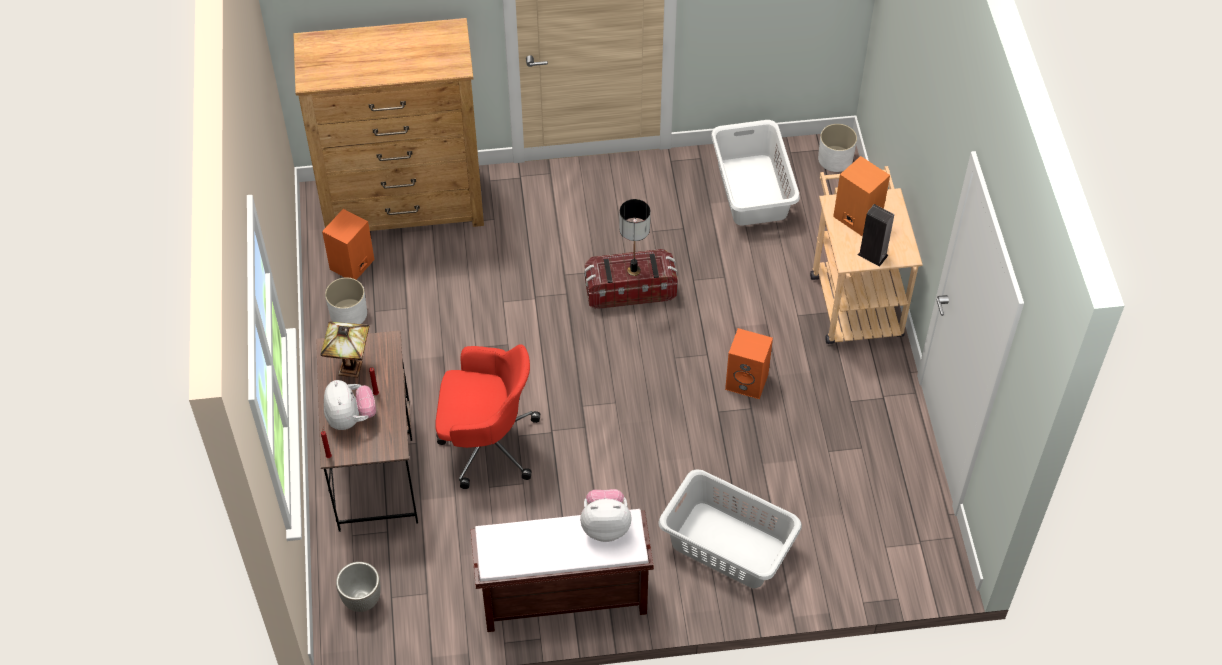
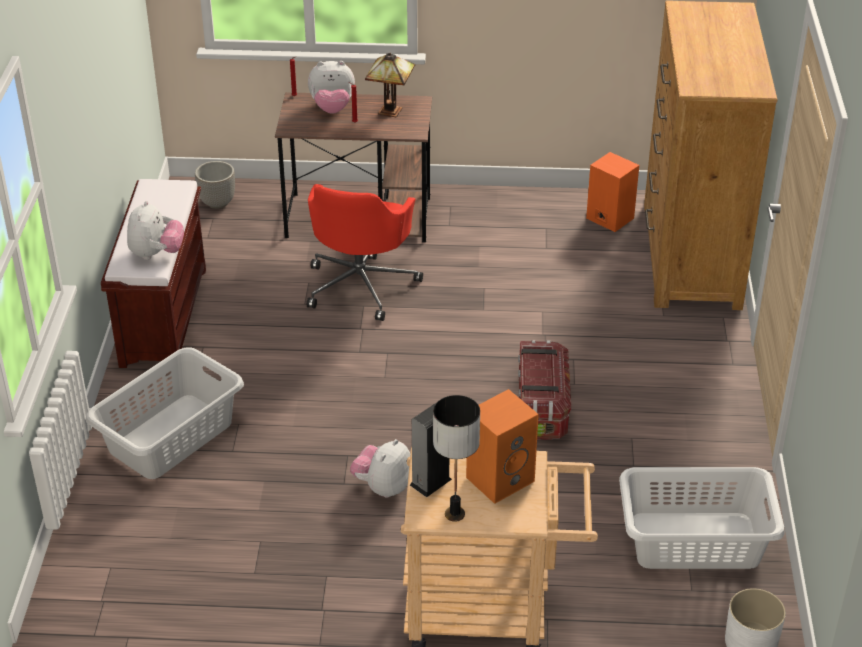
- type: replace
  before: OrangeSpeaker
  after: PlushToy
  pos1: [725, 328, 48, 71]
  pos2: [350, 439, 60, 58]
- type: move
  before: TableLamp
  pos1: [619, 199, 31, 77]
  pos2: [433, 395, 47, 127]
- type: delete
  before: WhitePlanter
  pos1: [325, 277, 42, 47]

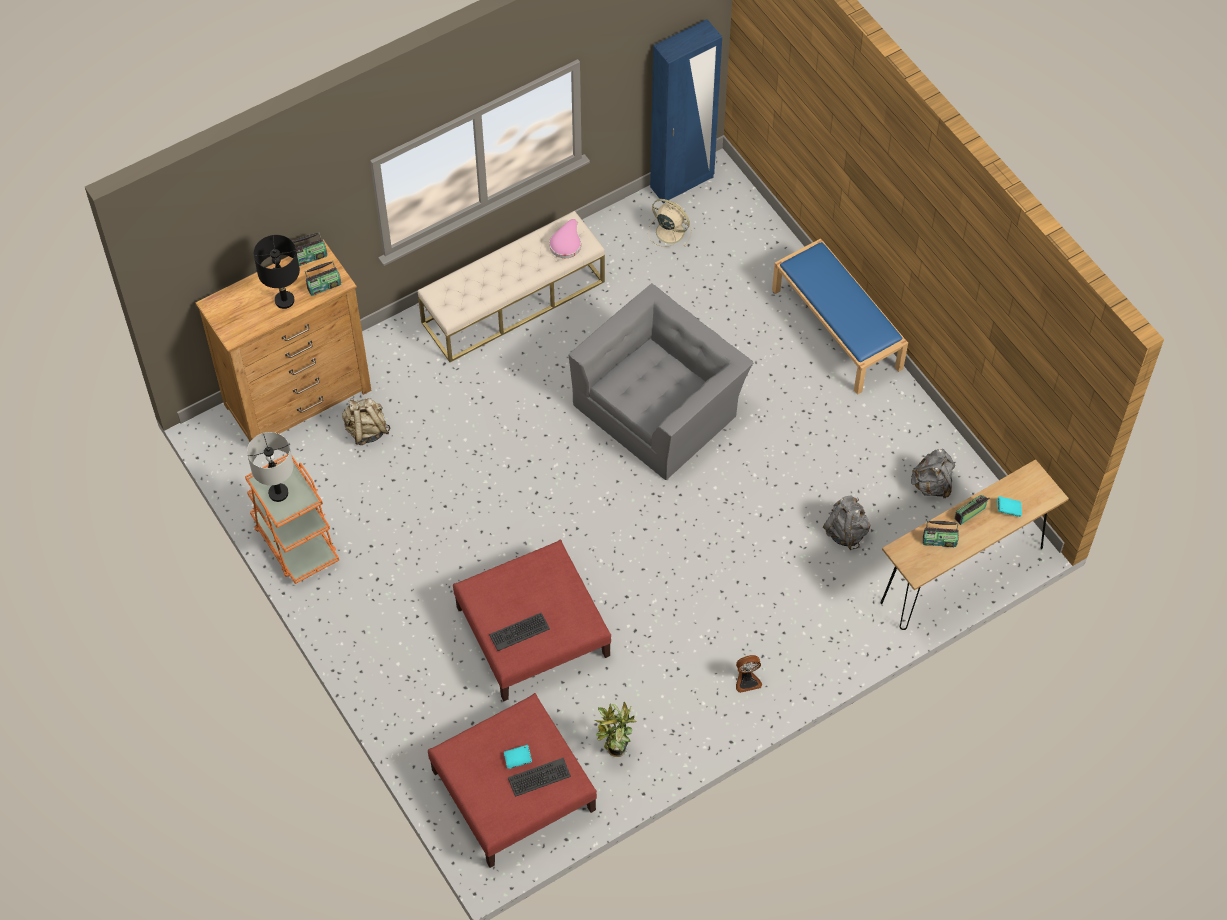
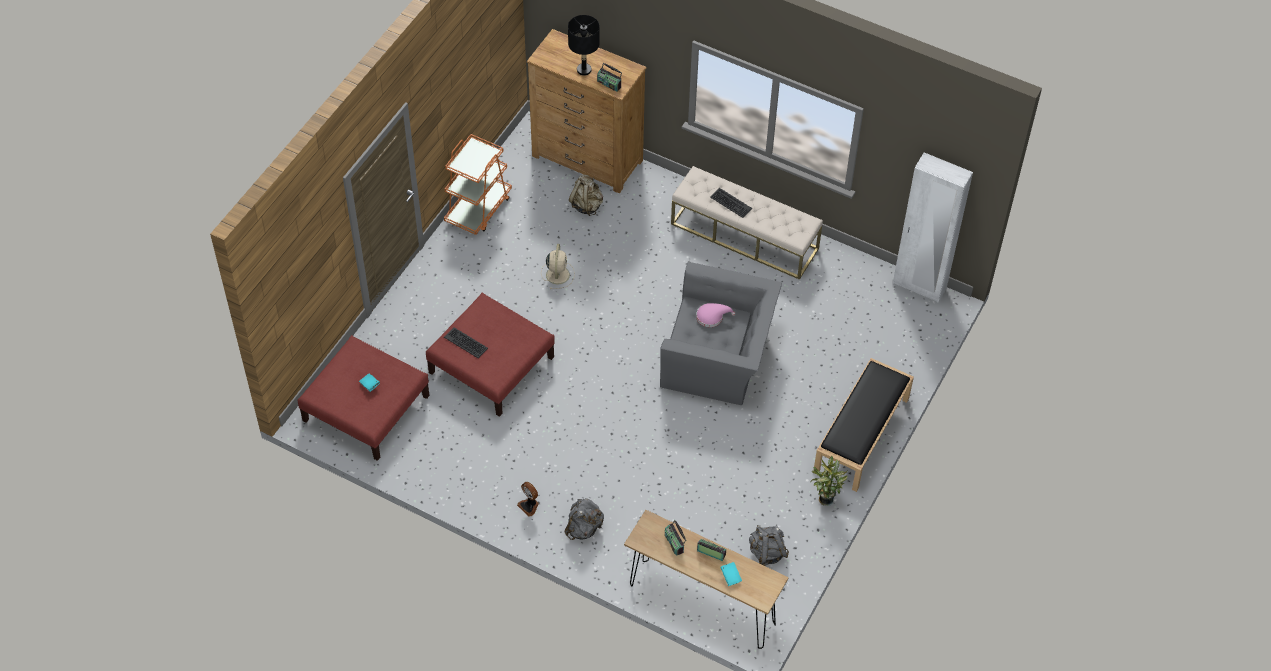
- type: move
  before: BeigeFan
  pos1: [648, 199, 44, 48]
  pos2: [541, 244, 34, 45]
- type: move
  before: GreyBackpack
  pos1: [823, 495, 47, 55]
  pos2: [565, 498, 39, 42]
- type: move
  before: PinkHat
  pos1: [549, 219, 32, 39]
  pos2: [696, 303, 39, 24]
- type: move
  before: Keyboard
  pos1: [508, 758, 63, 39]
  pos2: [710, 188, 42, 30]
- type: move
  before: PottedPlant
  pos1: [594, 702, 43, 55]
  pos2: [811, 456, 37, 50]
- type: recolor
  before: BlueBench
  after: BlackBench
  pos1: [772, 238, 136, 157]
  pos2: [813, 358, 101, 134]
- type: recolor
  before: BlueWardrobe
  after: WhiteWardrobe
  pos1: [650, 19, 72, 184]
  pos2: [893, 153, 80, 150]
- type: delete
  before: GreyTableLamp
  pos1: [247, 432, 47, 70]
- type: delete
  before: Radio
  pos1: [293, 232, 34, 34]

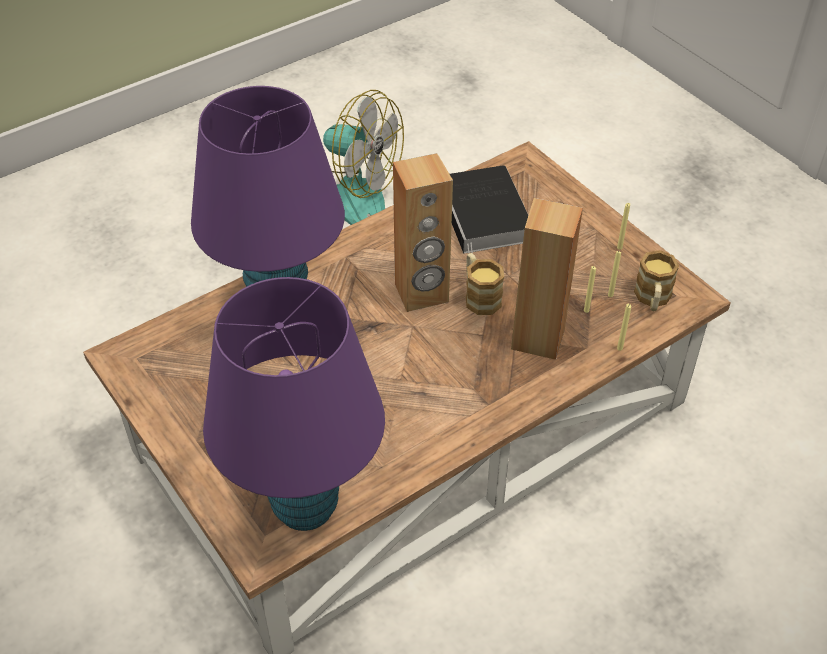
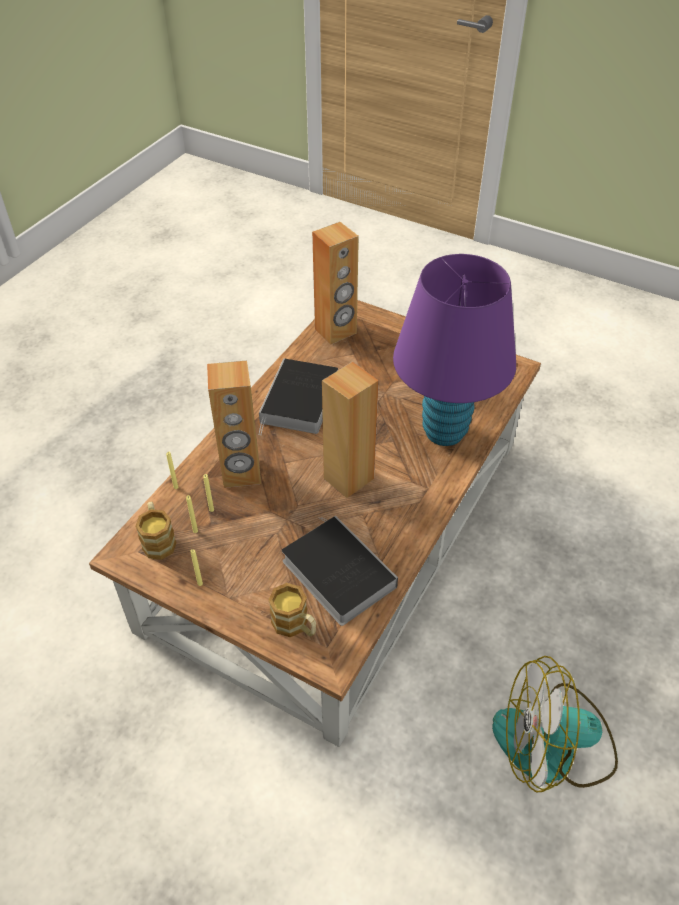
- type: insert
  after: Book
  pos2: [259, 359, 79, 77]
- type: move
  before: Mug
  pos1: [466, 253, 38, 62]
  pos2: [268, 583, 48, 54]
- type: replace
  before: PurpleTableLamp
  after: BrownSpeaker
  pos1: [203, 277, 182, 254]
  pos2: [312, 222, 47, 123]

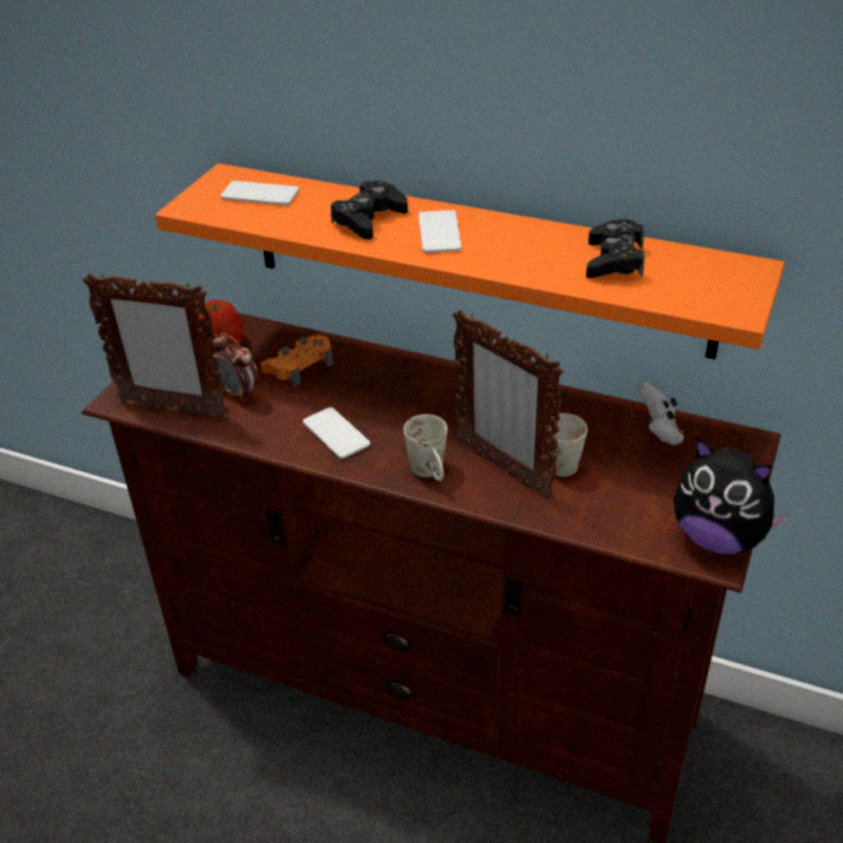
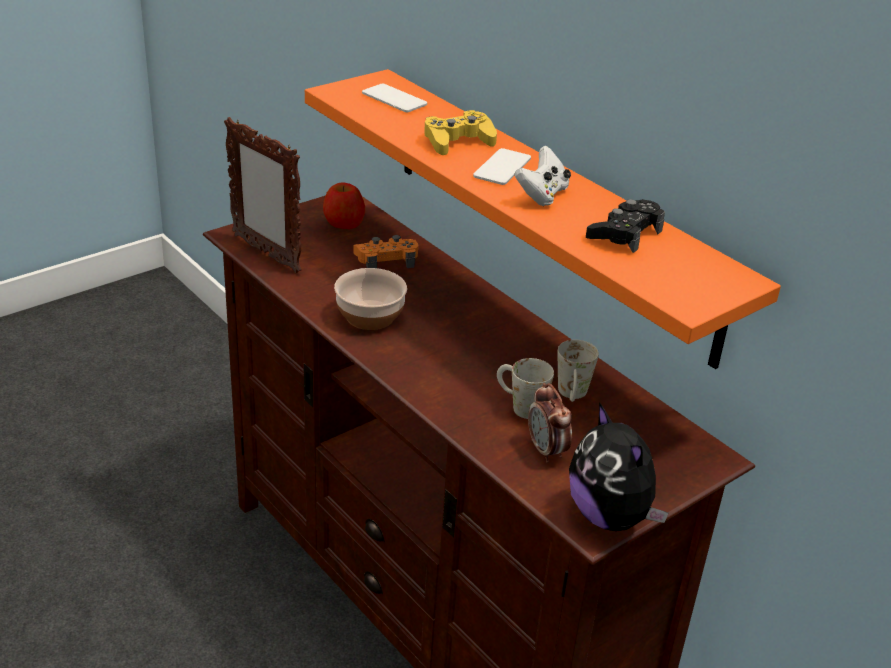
- type: replace
  before: Phone
  after: Bowl
  pos1: [303, 407, 67, 52]
  pos2: [334, 268, 73, 62]
- type: recolor
  before: BlackGameController
  after: YellowGameController
  pos1: [331, 181, 77, 59]
  pos2: [424, 110, 73, 45]
- type: move
  before: WhiteGameController
  pos1: [637, 382, 47, 63]
  pos2: [515, 146, 56, 60]
- type: move
  before: AlarmClock
  pos1: [210, 333, 49, 69]
  pos2: [528, 383, 44, 80]
- type: move
  before: WhiteMug
  pos1: [403, 414, 45, 67]
  pos2: [557, 340, 42, 62]
- type: delete
  before: PictureFrame
  pos1: [453, 310, 111, 189]

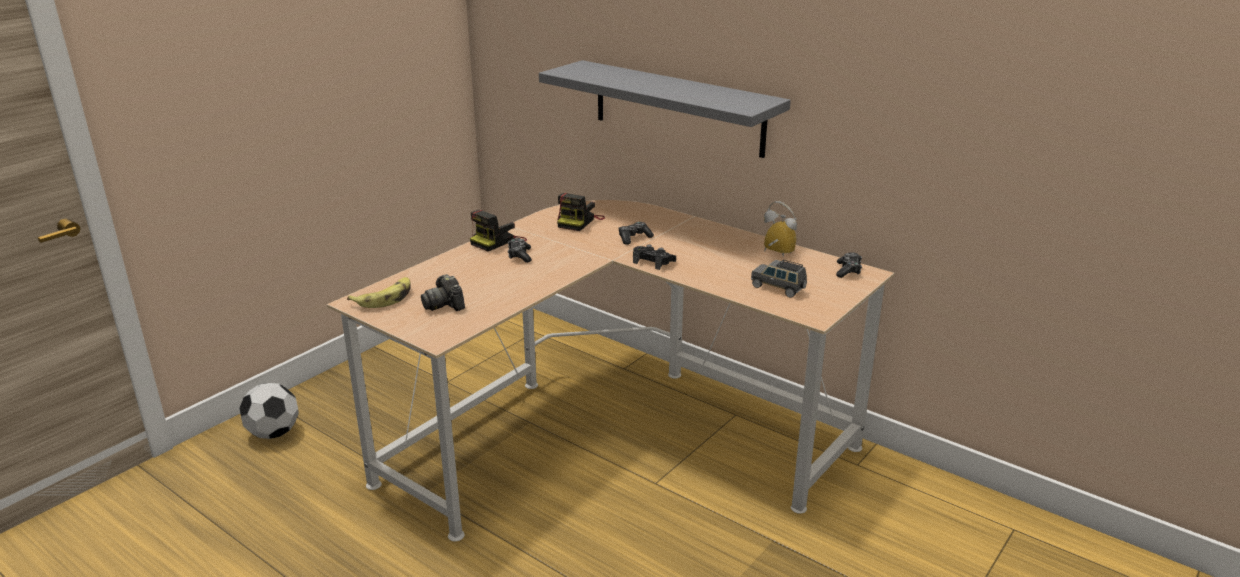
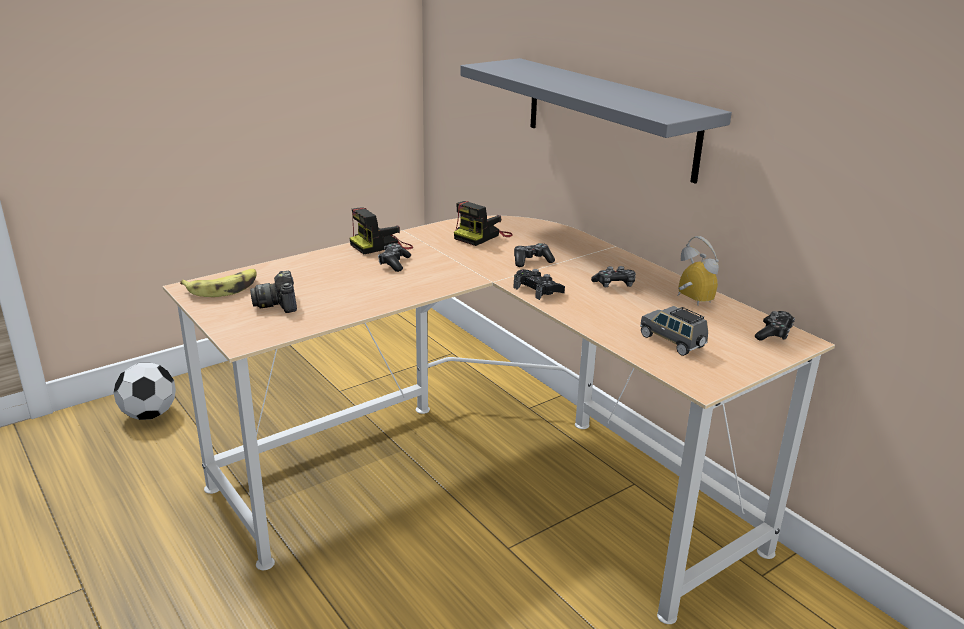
- type: insert
  after: GameController
  pos2: [591, 266, 45, 21]

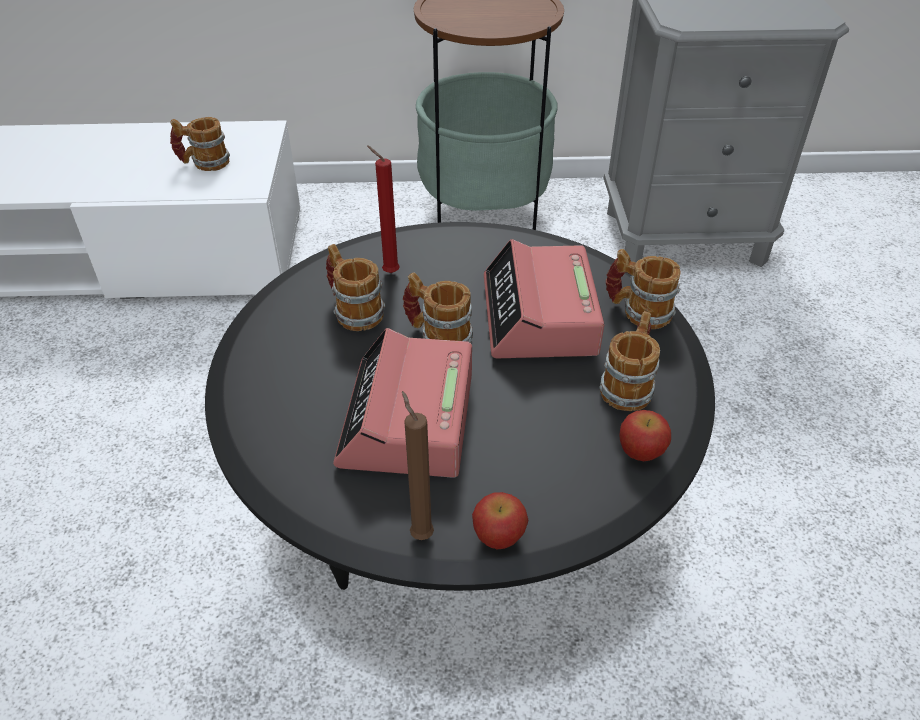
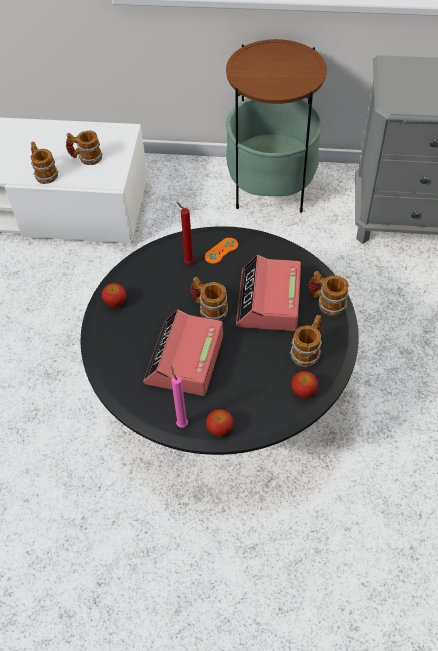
- type: move
  before: Mug
  pos1: [326, 244, 59, 87]
  pos2: [31, 141, 27, 43]
- type: insert
  after: Apple
  pos2: [102, 283, 24, 25]
- type: recolor
  before: BrownCandle
  after: PinkCandle
  pos1: [402, 391, 32, 149]
  pos2: [171, 366, 17, 62]
- type: insert
  after: OrangeGameController
  pos2: [205, 238, 33, 26]

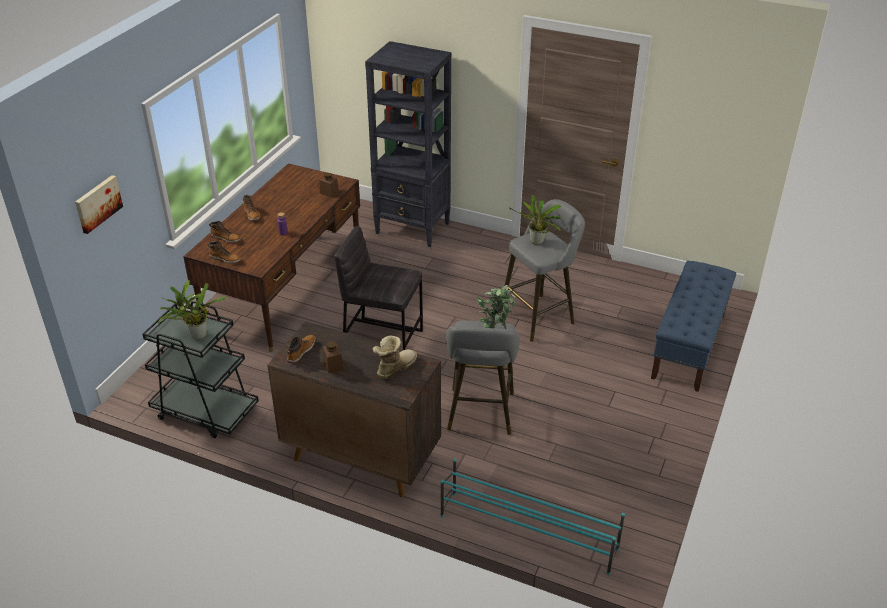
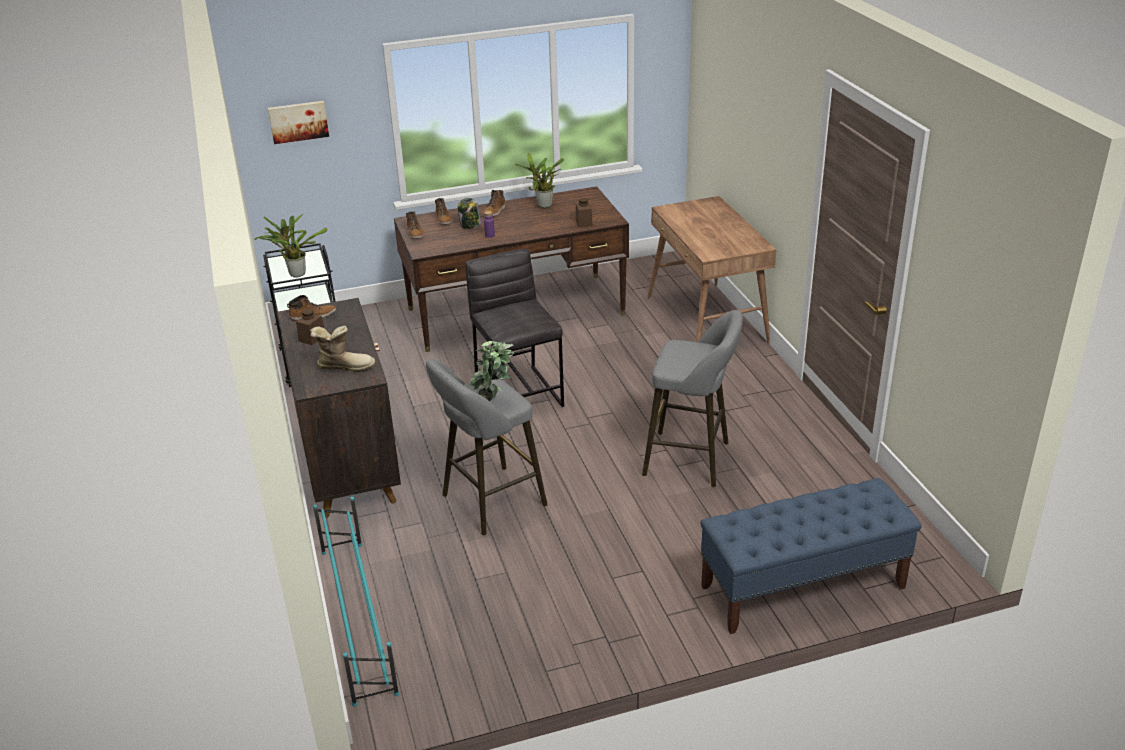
- type: insert
  after: Jar
  pos2: [458, 198, 23, 31]
- type: move
  before: PottedPlant
  pos1: [510, 195, 52, 50]
  pos2: [515, 153, 49, 55]
- type: replace
  before: BlackBookcase
  after: BrownDesk
  pos1: [365, 41, 86, 206]
  pos2: [648, 196, 128, 148]

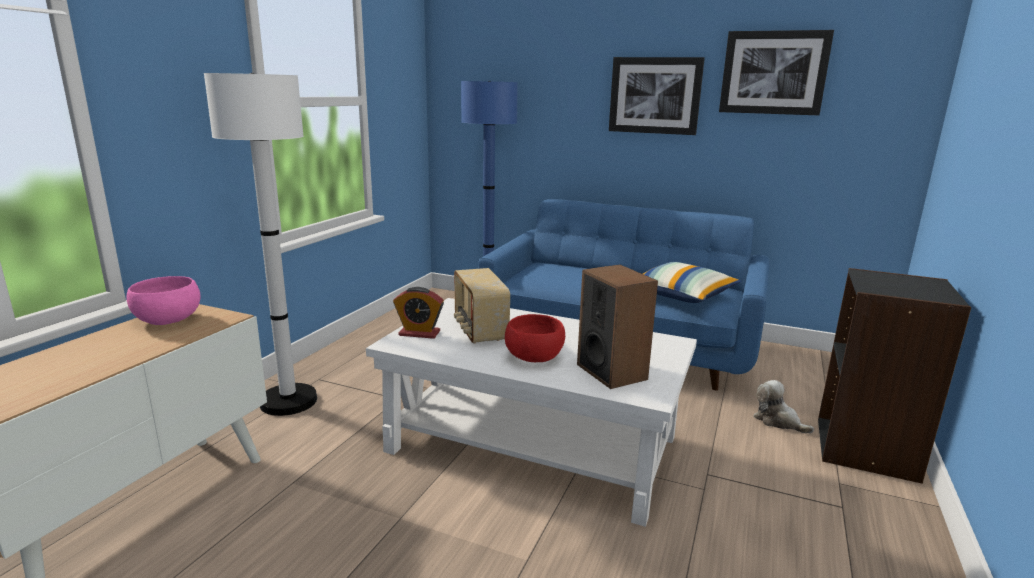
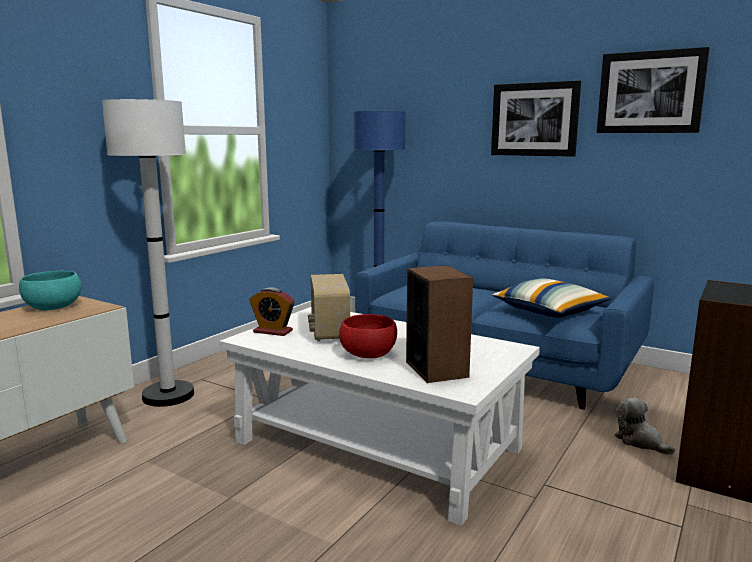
- type: recolor
  before: PinkBowl
  after: TurquoiseBowl
  pos1: [126, 276, 74, 49]
  pos2: [19, 271, 62, 39]

